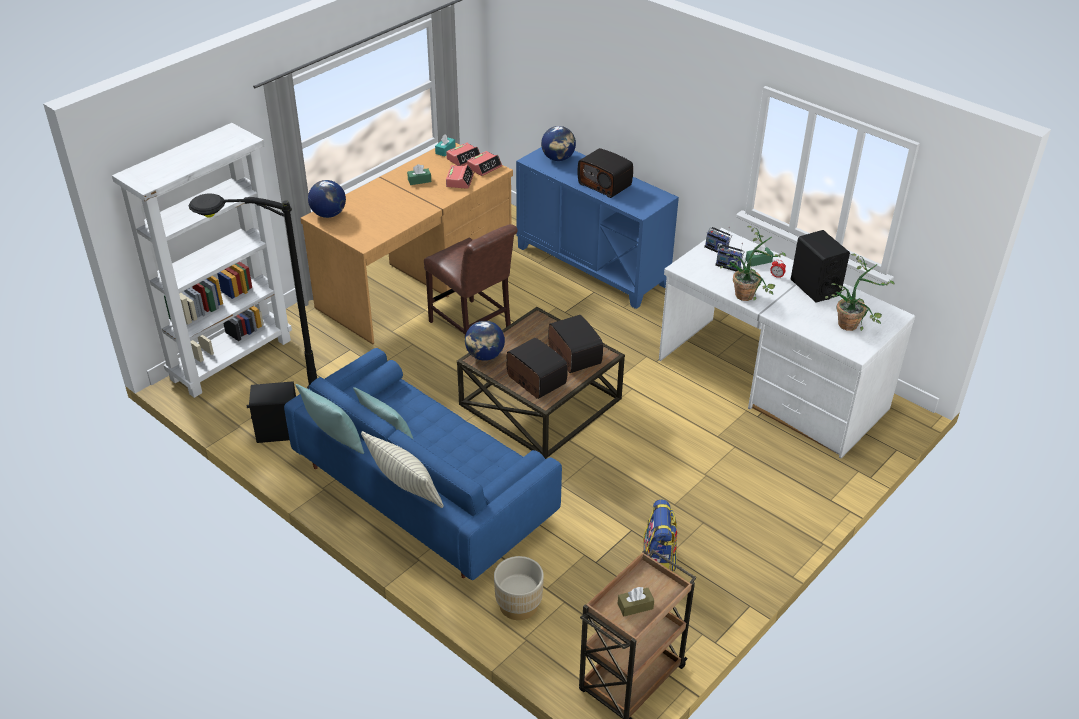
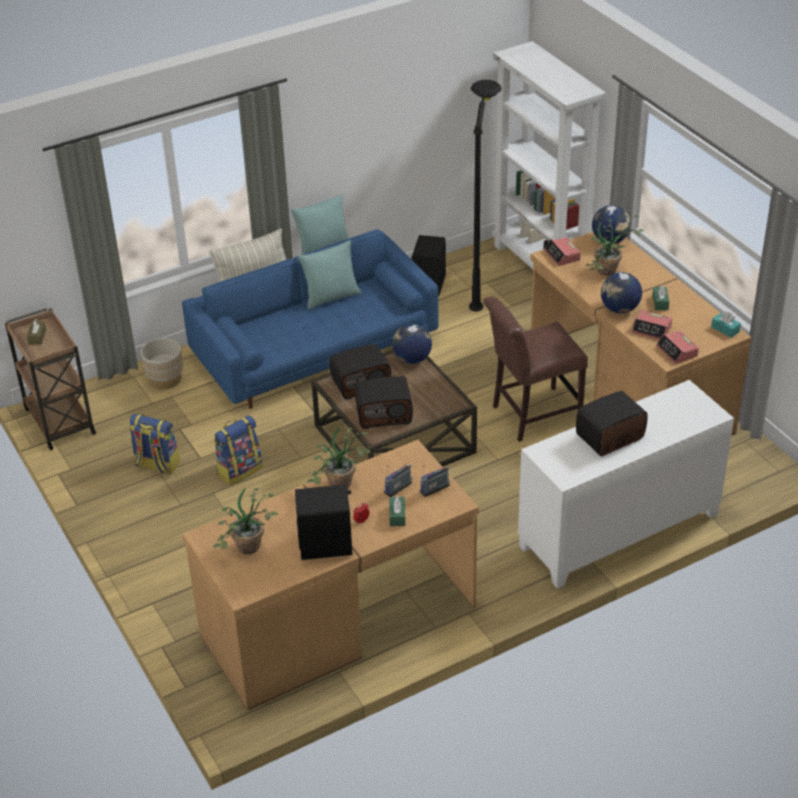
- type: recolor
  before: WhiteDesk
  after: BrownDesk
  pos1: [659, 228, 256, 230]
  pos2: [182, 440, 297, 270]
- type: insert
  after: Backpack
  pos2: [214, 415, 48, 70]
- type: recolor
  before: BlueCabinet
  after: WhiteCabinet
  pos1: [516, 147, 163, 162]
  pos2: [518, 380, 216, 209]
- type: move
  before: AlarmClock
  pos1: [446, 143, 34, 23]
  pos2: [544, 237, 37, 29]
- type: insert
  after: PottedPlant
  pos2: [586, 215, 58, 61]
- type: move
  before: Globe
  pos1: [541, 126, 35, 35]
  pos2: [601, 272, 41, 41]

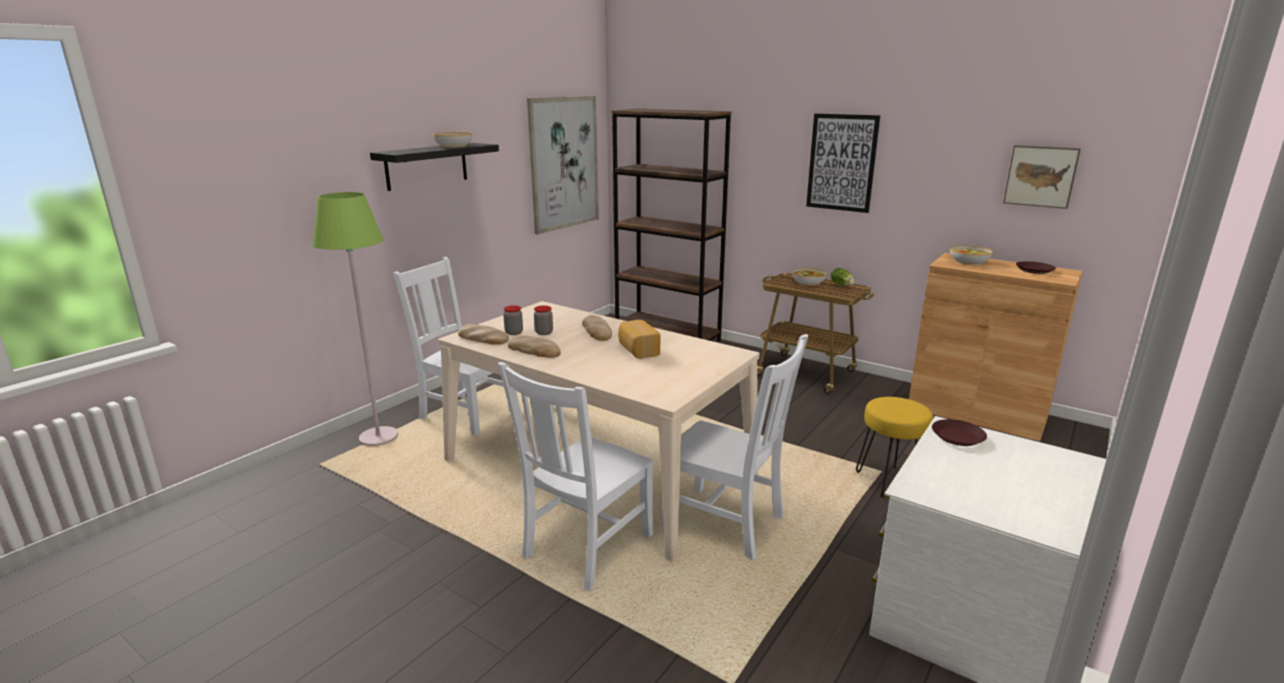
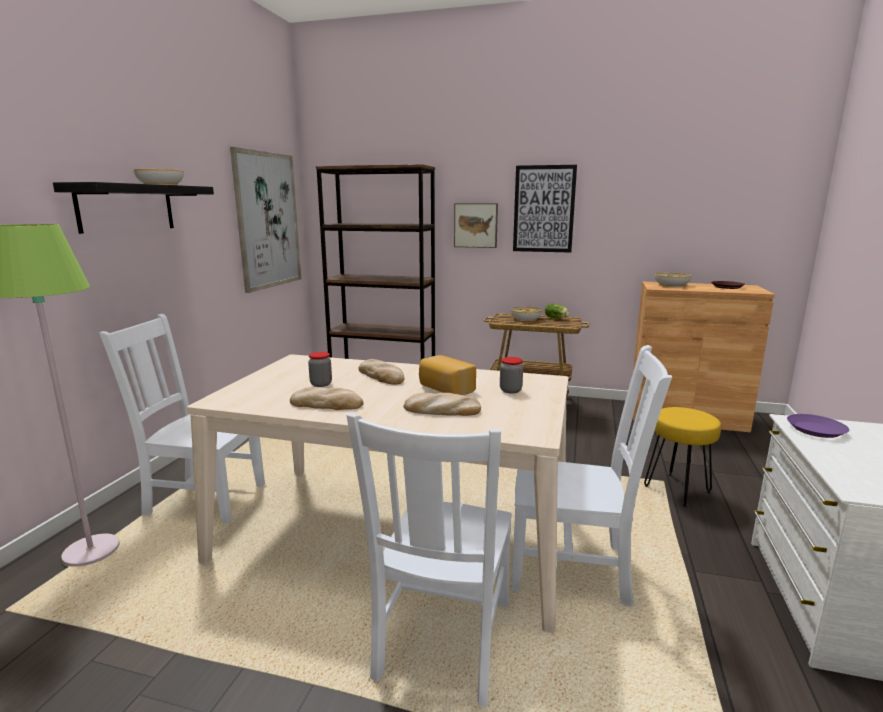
- type: move
  before: Bread
  pos1: [458, 324, 51, 21]
  pos2: [404, 393, 77, 23]
- type: move
  before: Picture
  pos1: [1003, 145, 78, 64]
  pos2: [454, 203, 44, 45]
- type: move
  before: Jar
  pos1: [503, 305, 20, 30]
  pos2: [500, 357, 23, 37]
- type: recolor
  before: BrownPlate
  after: PurplePlate
  pos1: [932, 419, 55, 27]
  pos2: [787, 414, 62, 24]

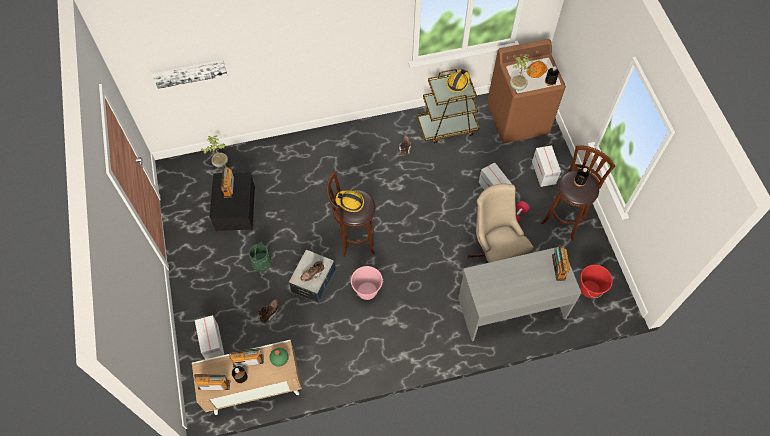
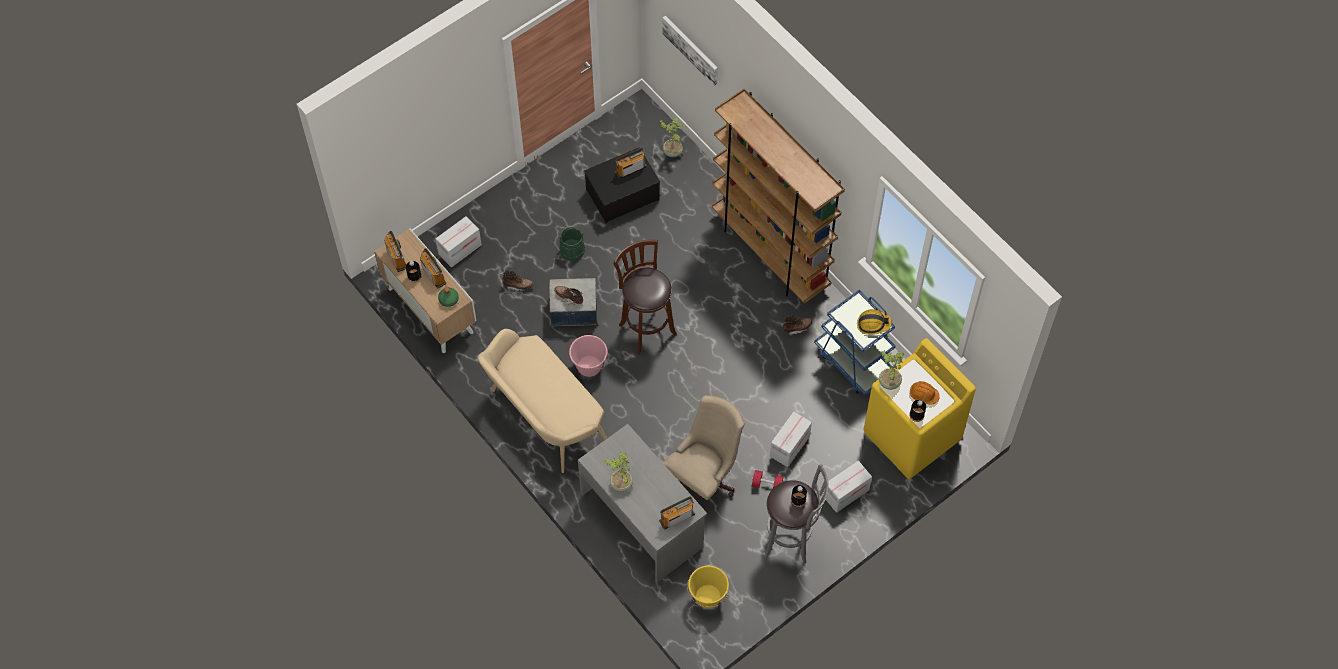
- type: insert
  after: BeigeBench
  pos2: [478, 329, 129, 144]
- type: insert
  after: PottedPlant
  pos2: [605, 453, 28, 39]
- type: recolor
  before: RedBucket
  after: YellowBucket
  pos1: [580, 264, 33, 34]
  pos2: [687, 566, 42, 42]
- type: insert
  after: BrownBookcase
  pos2: [712, 89, 133, 215]
- type: recolor
  before: BrownStool
  after: GreyStool
  pos1: [541, 145, 74, 96]
  pos2: [764, 464, 65, 100]
- type: recolor
  before: BrownCart
  after: BlueCart
  pos1: [417, 69, 63, 74]
  pos2: [814, 290, 82, 105]
- type: recolor
  before: BrownWashingMachine
  after: YellowWashingMachine
  pos1: [487, 39, 79, 105]
  pos2: [863, 338, 113, 141]
- type: delete
  before: HardHat
  pos1: [335, 190, 29, 22]

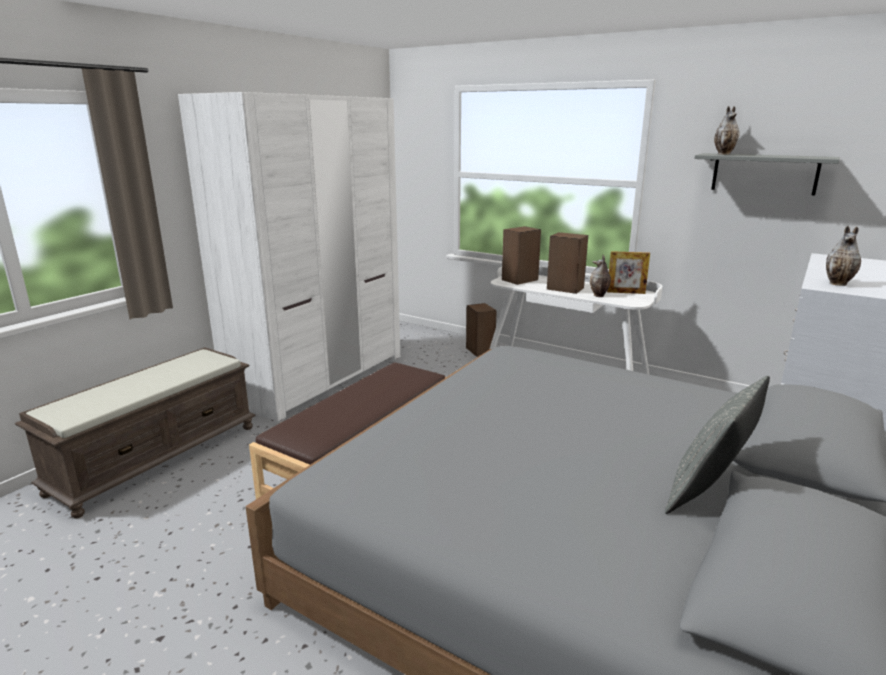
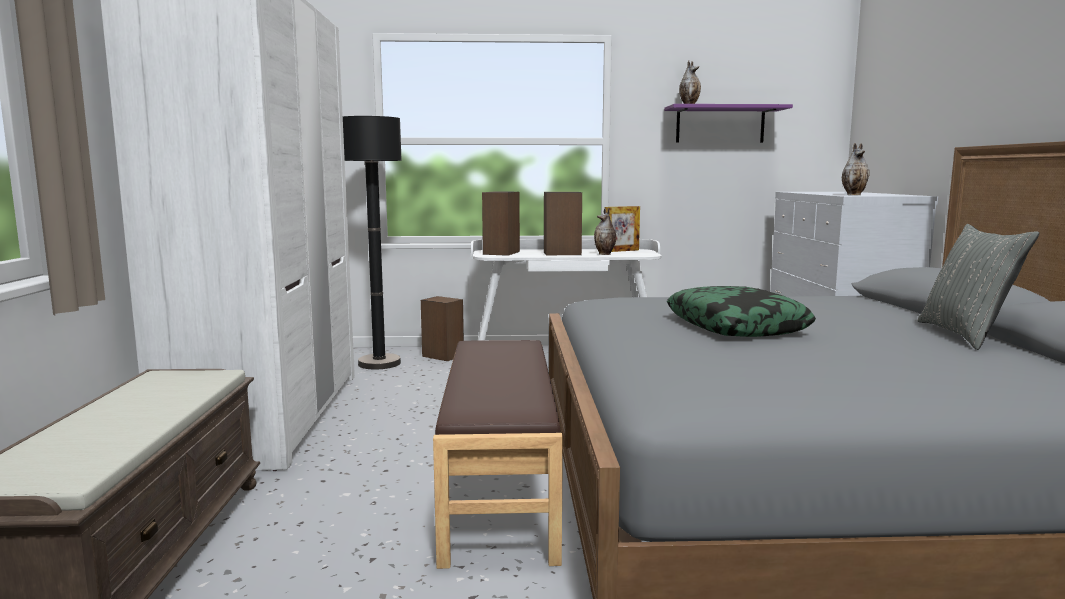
- type: insert
  after: BlackFloorLamp
  pos2: [343, 116, 59, 253]
- type: recolor
  before: GreyShelf
  after: PurpleShelf
  pos1: [694, 153, 146, 43]
  pos2: [664, 104, 129, 39]
- type: insert
  after: Pillow
  pos2: [667, 286, 149, 51]

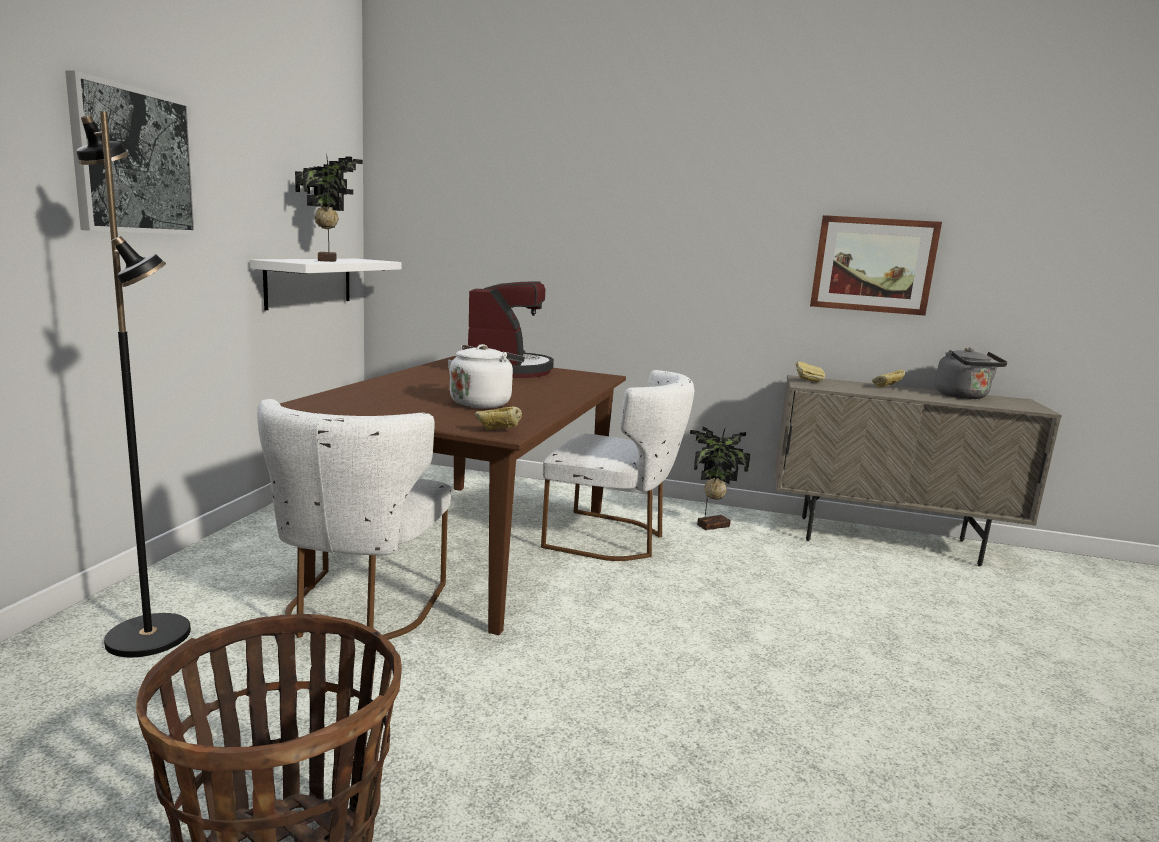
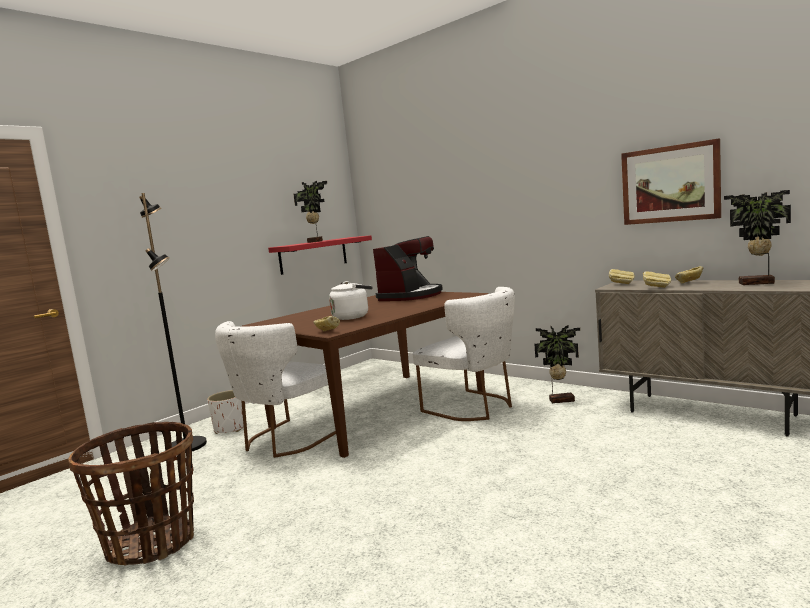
- type: insert
  after: WhitePlanter
  pos2: [207, 390, 37, 44]
- type: recolor
  before: WhiteShelf
  after: RedShelf
  pos1: [250, 259, 152, 51]
  pos2: [268, 235, 104, 40]
- type: insert
  after: Bread
  pos2: [643, 271, 28, 17]
- type: replace
  before: GreyKettle
  after: PottedPlant
  pos1: [935, 348, 73, 51]
  pos2: [724, 190, 67, 95]
- type: delete
  before: Picture
  pos1: [65, 70, 133, 165]

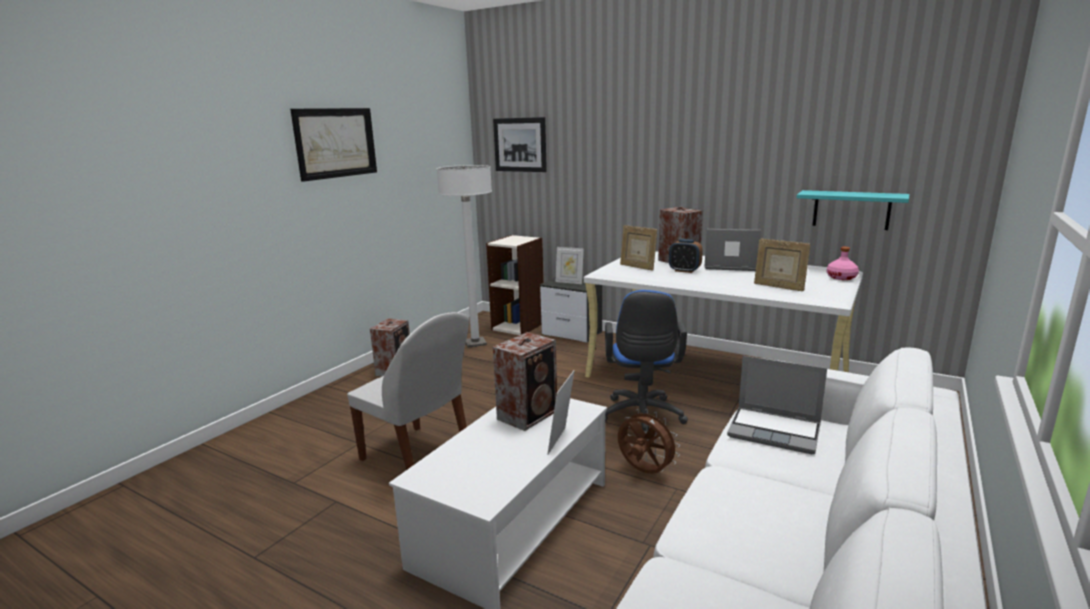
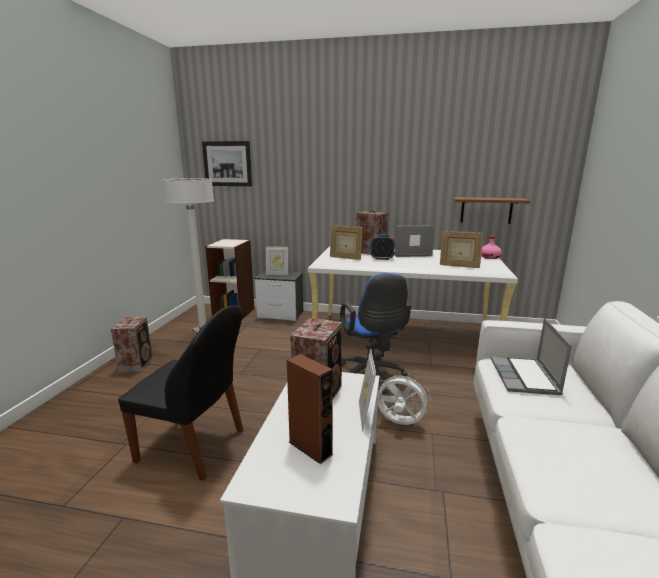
- type: recolor
  before: WhiteChair
  after: BlackChair
  pos1: [347, 312, 122, 158]
  pos2: [118, 305, 125, 176]
- type: insert
  after: BrownSpeaker
  pos2: [287, 354, 46, 110]
- type: recolor
  before: BrownFan
  after: WhiteFan
  pos1: [618, 409, 62, 65]
  pos2: [378, 371, 53, 54]
- type: recolor
  before: TurquoiseShelf
  after: BrownShelf
  pos1: [797, 190, 113, 40]
  pos2: [453, 197, 77, 27]
- type: rotate
  before: Laptop
  pos1: [727, 356, 100, 98]
  pos2: [491, 318, 81, 77]
  turn: 90
- type: delete
  before: Picture
  pos1: [290, 108, 87, 74]

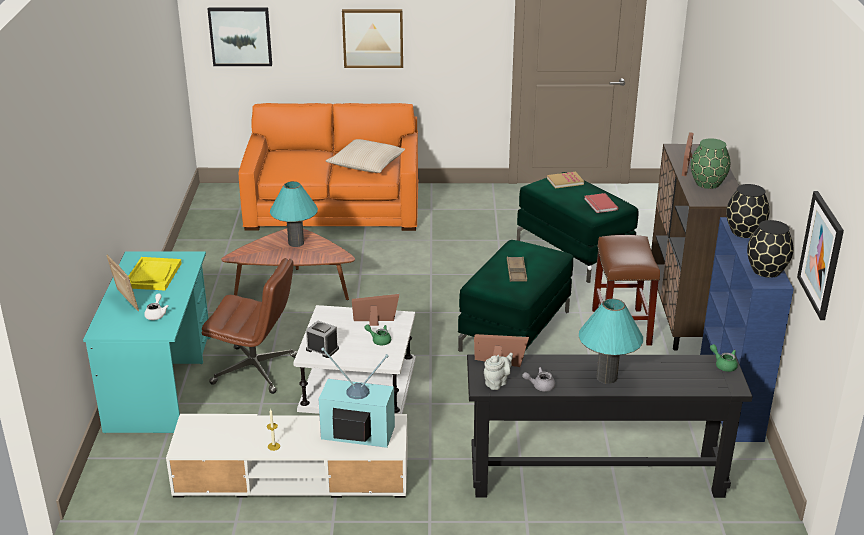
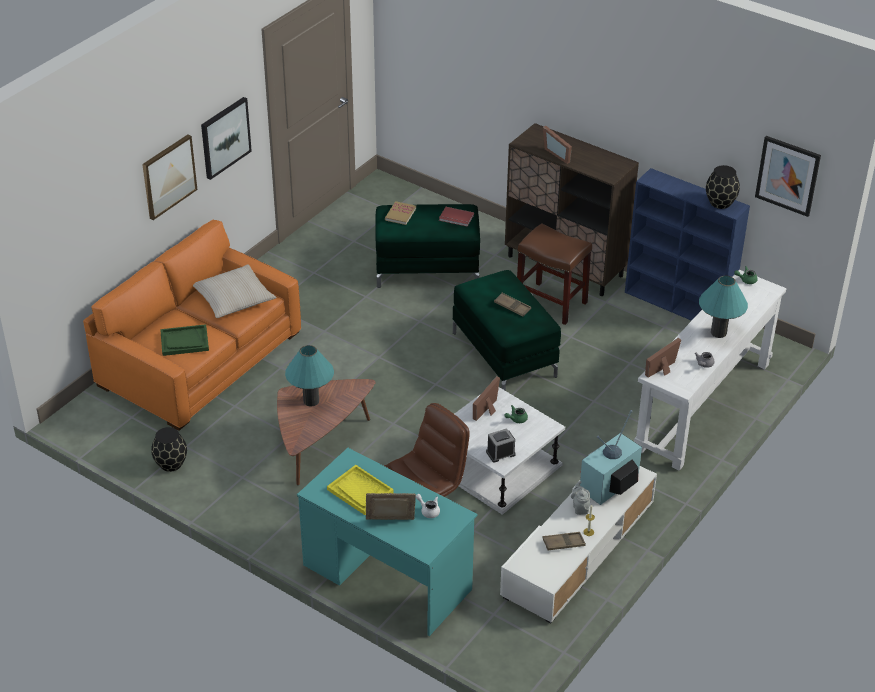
- type: move
  before: BlackVase
  pos1: [726, 184, 44, 54]
  pos2: [151, 427, 36, 45]
- type: insert
  after: GreenTray
  pos2: [160, 324, 49, 32]
- type: move
  before: Picture
  pos1: [207, 7, 65, 59]
  pos2: [201, 97, 51, 83]
- type: insert
  after: BrownTray
  pos2: [543, 532, 43, 18]
- type: move
  before: GreyTeapot
  pos1: [484, 353, 29, 37]
  pos2: [571, 481, 19, 34]
- type: recolor
  before: BlackConsoleTable
  after: WhiteConsoleTable
  pos1: [467, 354, 286, 144]
  pos2: [634, 270, 152, 201]
- type: delete
  before: GreenVase
  pos1: [691, 138, 39, 51]

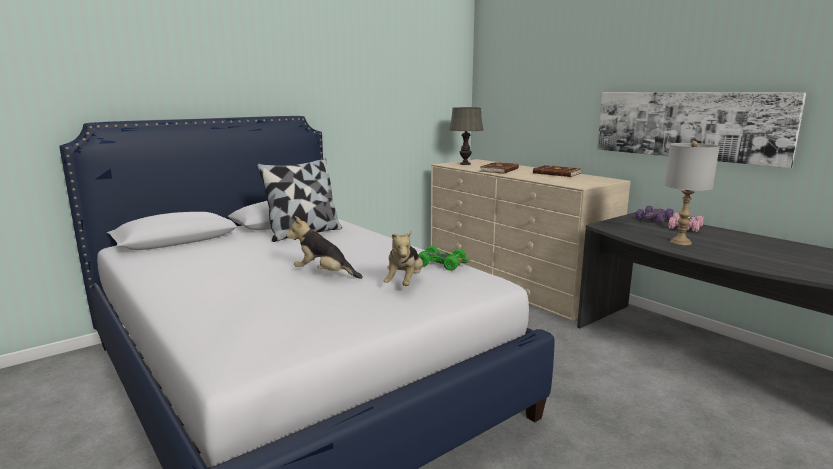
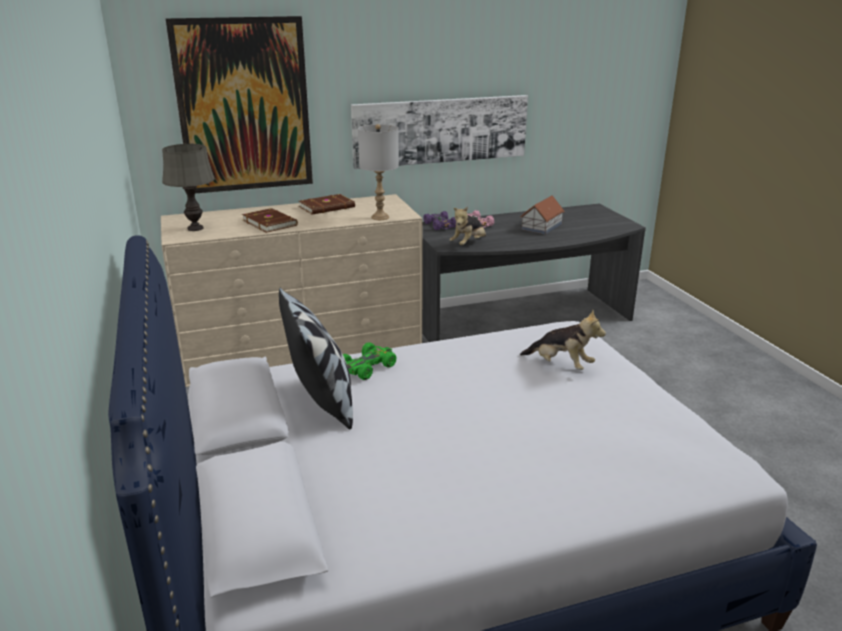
- type: insert
  after: Picture
  pos2: [166, 16, 147, 177]
- type: move
  before: GreenToyCar
  pos1: [418, 246, 51, 25]
  pos2: [343, 342, 54, 38]
- type: move
  before: GreyTableLamp
  pos1: [665, 141, 55, 104]
  pos2: [358, 124, 41, 96]
- type: move
  before: PlushToy
  pos1: [286, 216, 77, 63]
  pos2: [449, 207, 37, 38]
- type: insert
  after: ToyHouse
  pos2: [521, 195, 44, 39]

